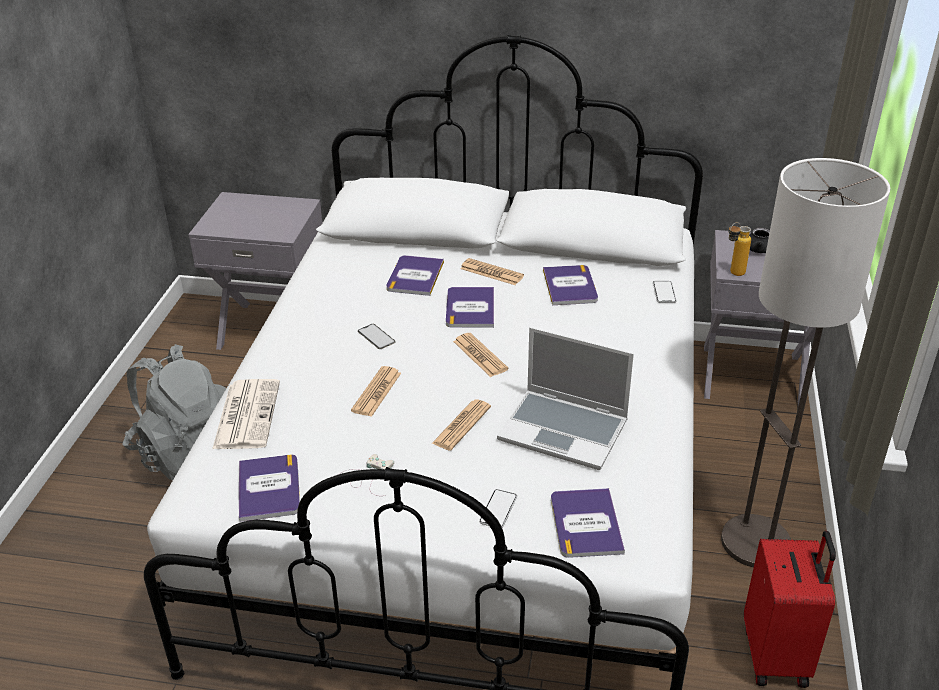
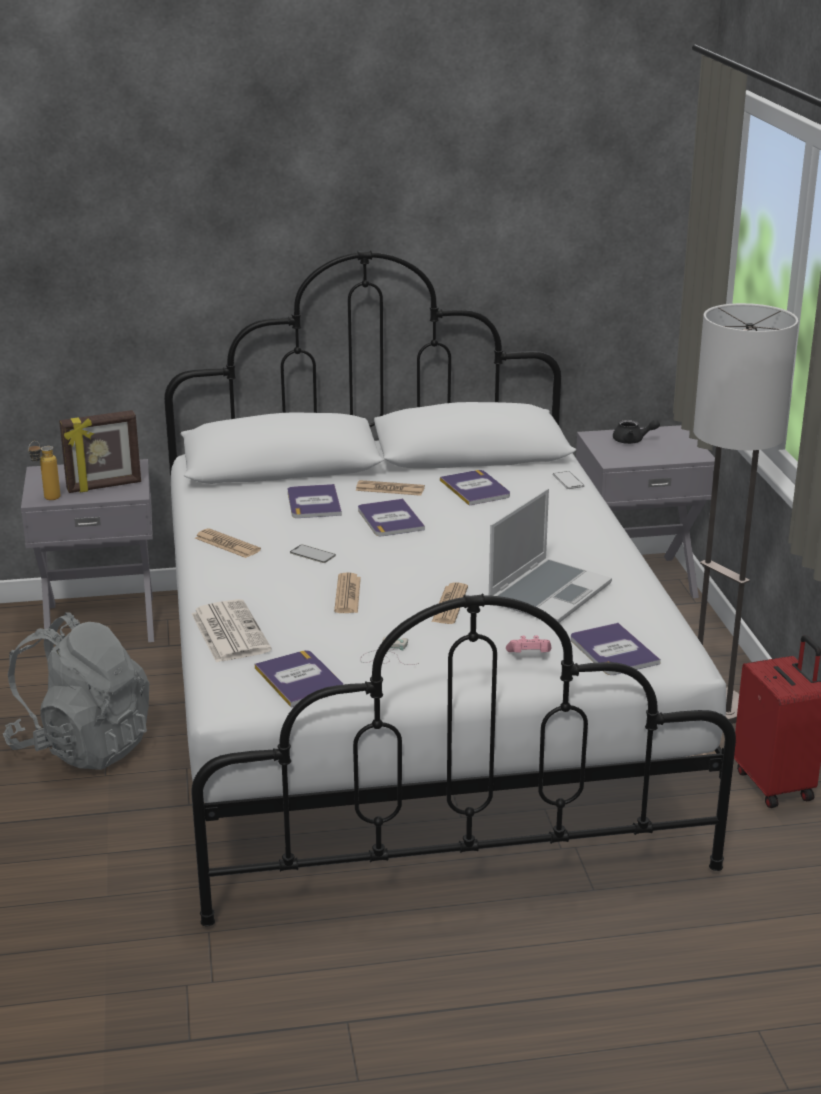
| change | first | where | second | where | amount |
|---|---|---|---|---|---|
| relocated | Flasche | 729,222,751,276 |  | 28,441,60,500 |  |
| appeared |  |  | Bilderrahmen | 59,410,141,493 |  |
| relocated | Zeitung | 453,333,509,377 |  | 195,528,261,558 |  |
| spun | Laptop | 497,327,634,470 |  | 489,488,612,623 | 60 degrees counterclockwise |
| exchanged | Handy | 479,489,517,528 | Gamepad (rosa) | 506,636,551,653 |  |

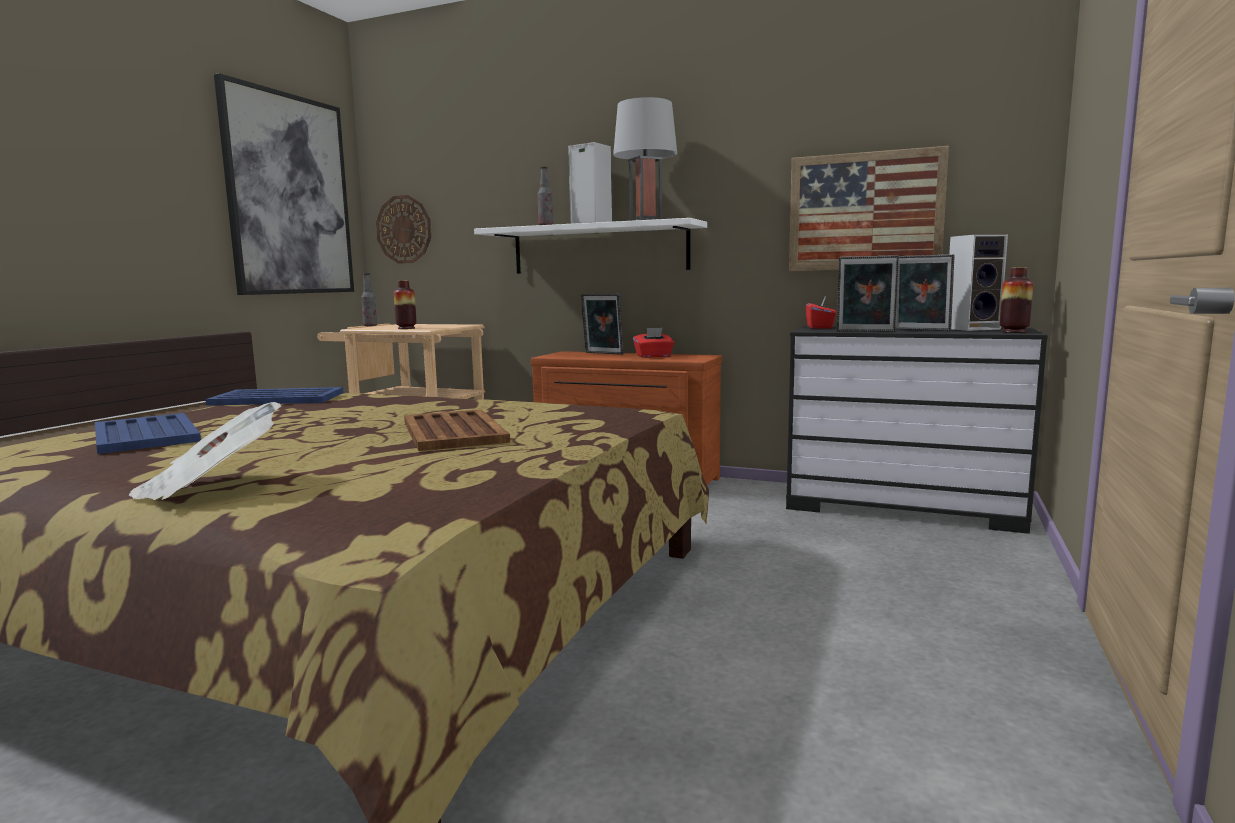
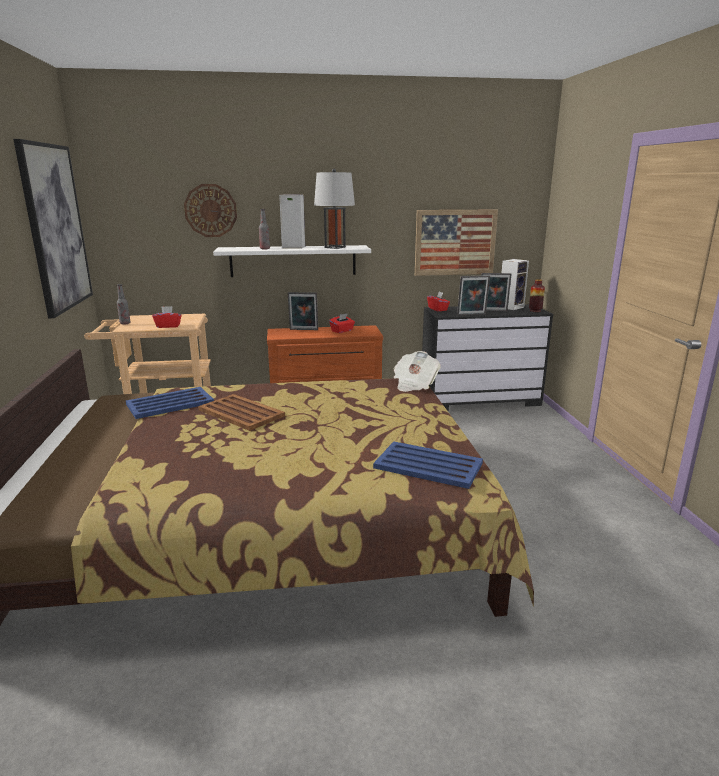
| change | first | where | second | where | amount |
|---|---|---|---|---|---|
| exchanged | Vase | 394,280,417,329 | Taschentuchbox (rot) | 152,306,182,328 |  |
| relocated | Wanduhr | 376,195,431,264 |  | 184,184,237,237 |  |
| relocated | Tablett (braun) | 404,409,510,451 |  | 198,394,285,431 |  |
| relocated | Tablett (blau) | 95,413,201,454 |  | 373,441,483,489 |  |
| relocated | Zeitung | 129,402,282,500 |  | 393,351,441,392 |  |

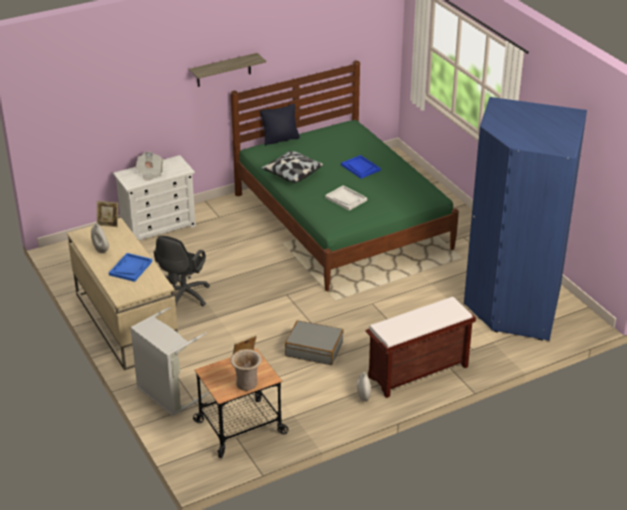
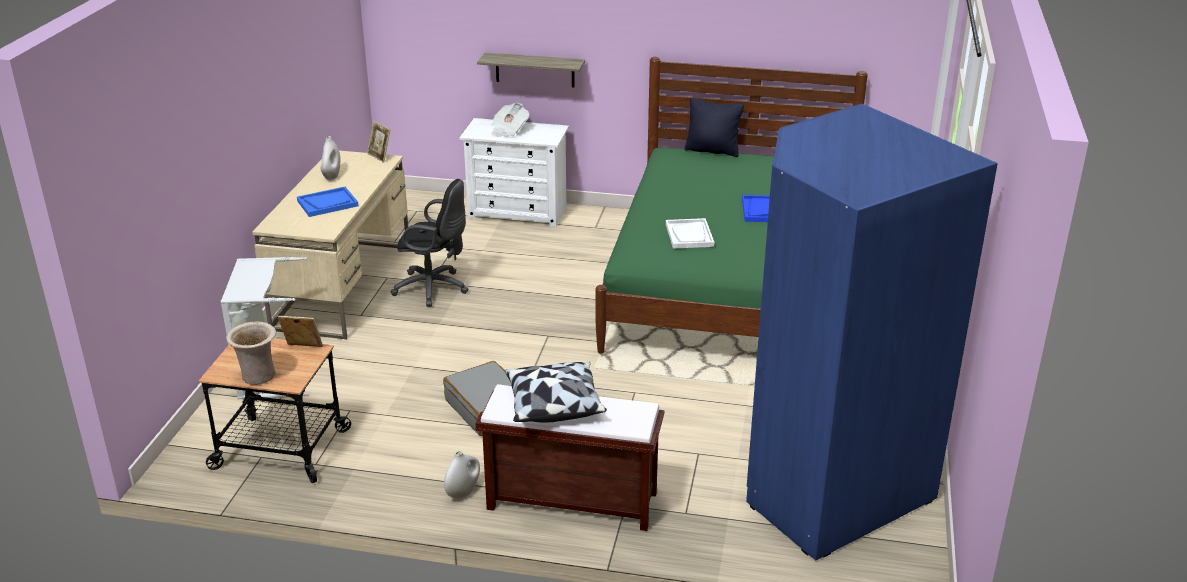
| change | first | where | second | where | amount |
|---|---|---|---|---|---|
| spun | Bürostuhl (schwarz) | 154,236,210,306 |  | 391,179,468,307 | 135 degrees counterclockwise |
| relocated | Wandregal | 189,53,266,87 |  | 477,52,585,87 |  |
| relocated | Kissen | 261,151,323,183 |  | 505,362,607,422 |  |

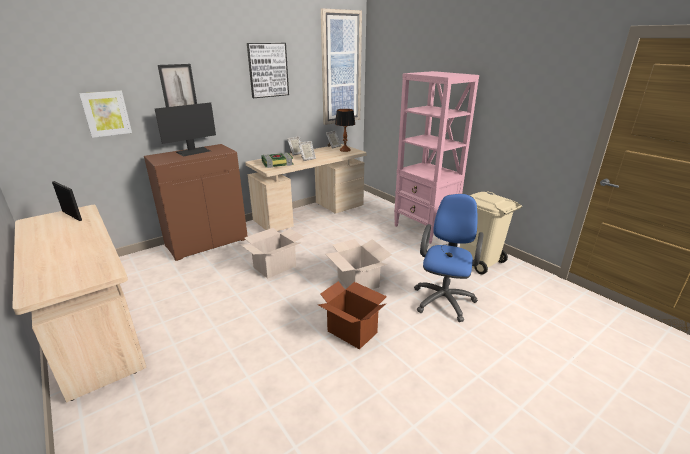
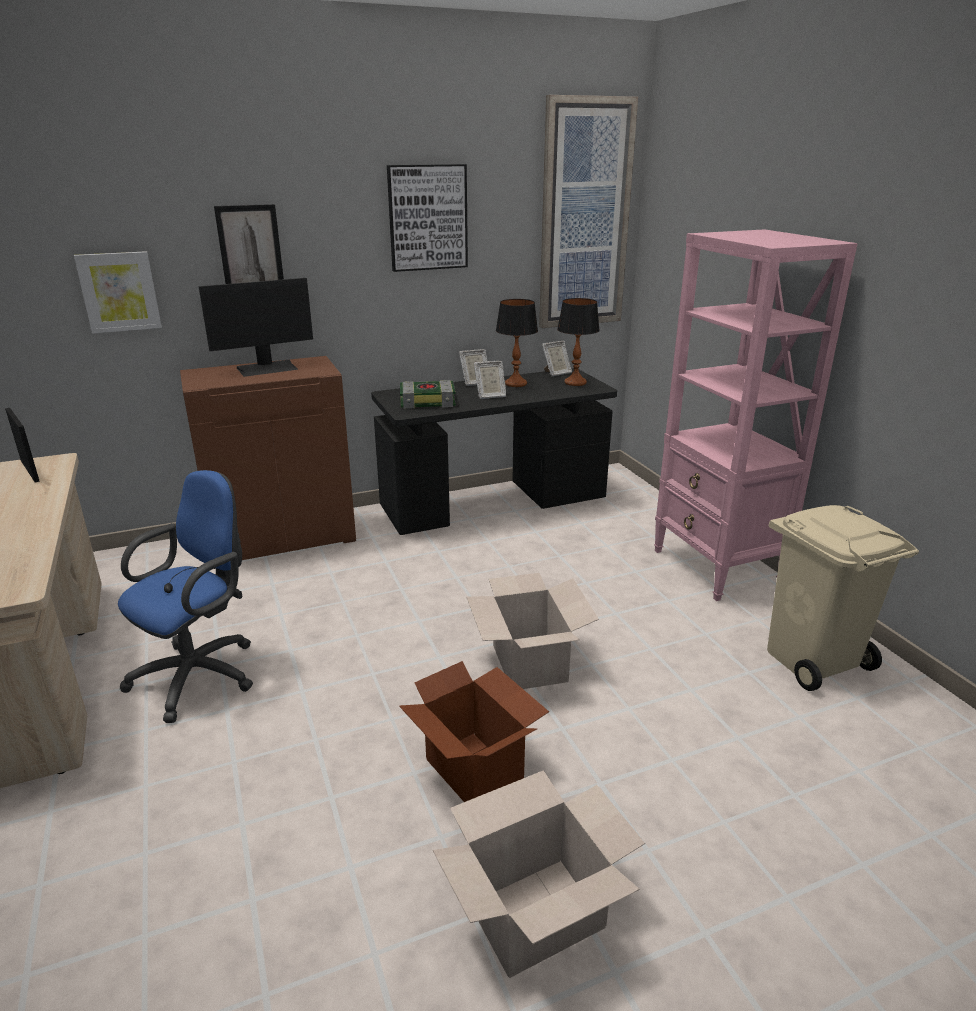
| change | first | where | second | where | amount |
|---|---|---|---|---|---|
| relocated | Bürostuhl (blau) | 414,194,484,322 |  | 118,470,253,723 |  |
| colour | Schreibtisch (beige) | 245,144,367,231 | Schreibtisch (schwarz) | 371,368,617,535 |  |
| relocated | Karton | 240,228,304,278 |  | 433,770,645,978 |  |
| appeared |  |  | Tischlampe | 496,299,538,387 |  |

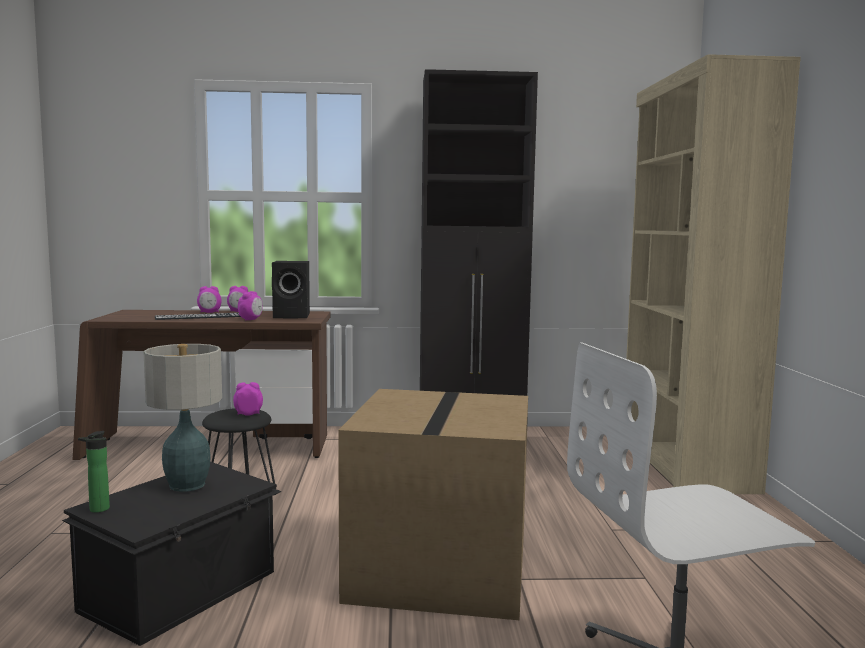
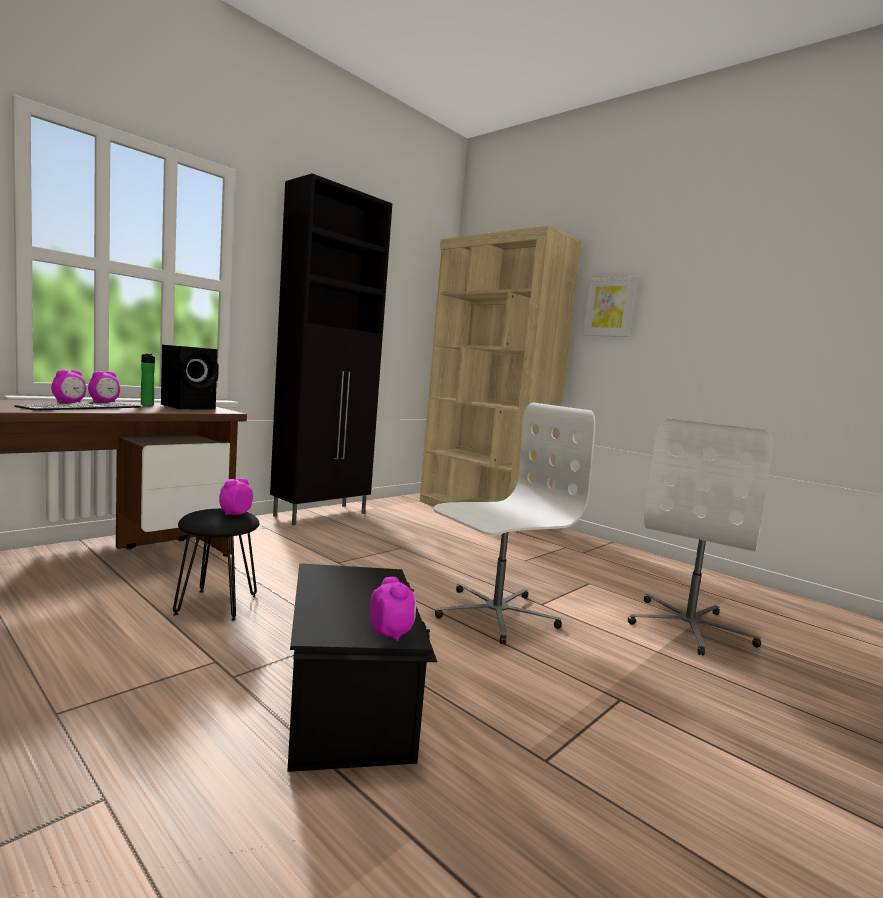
| change | first | where | second | where | amount |
|---|---|---|---|---|---|
| relocated | Flasche | 78,431,110,513 |  | 141,353,155,406 |  |
| relocated | Wecker | 238,291,262,321 |  | 370,577,416,642 |  |
| exchanged | Karton | 338,389,528,620 | Bürostuhl (weiß) | 434,403,595,644 |  |
| appeared |  |  | Bild | 583,277,638,337 |  |
| missing | Tischlampe | 144,344,222,492 |  |  |  |

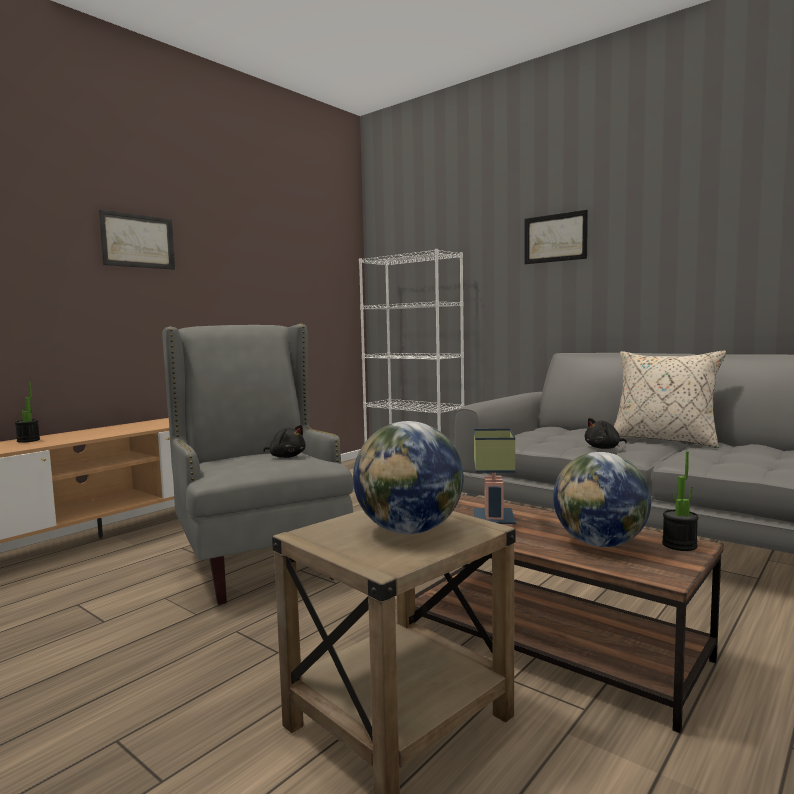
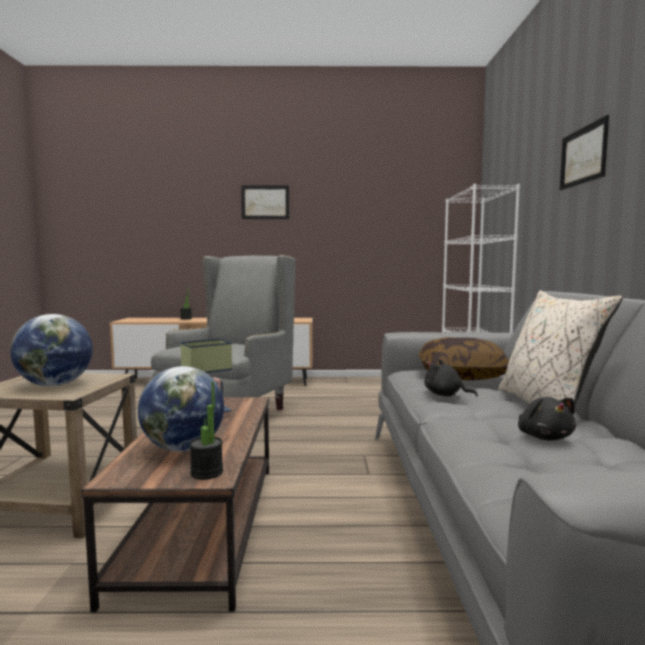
| change | first | where | second | where | amount |
|---|---|---|---|---|---|
| appeared |  |  | Kissen | 418,337,509,380 |  |
| relocated | Plüschtier (schwarz) | 263,425,306,458 |  | 518,397,576,441 |  |

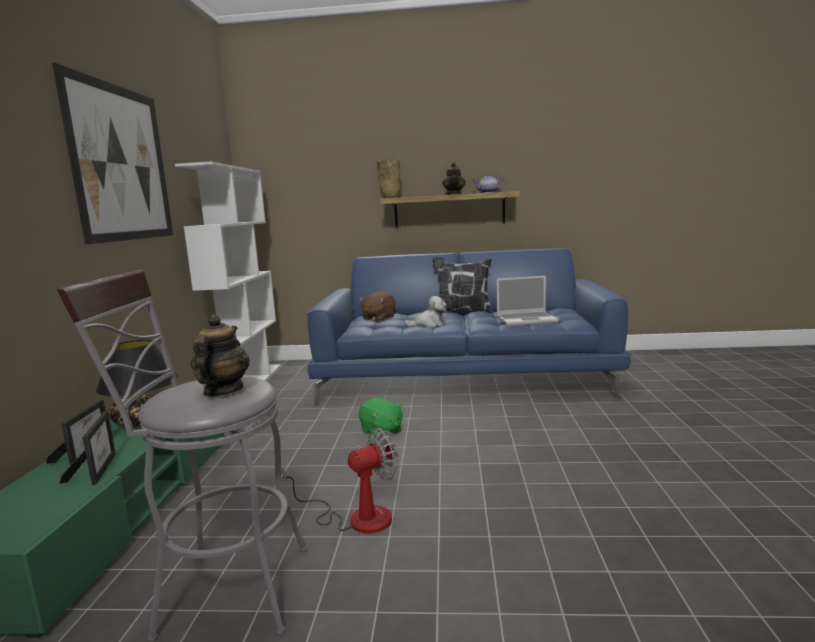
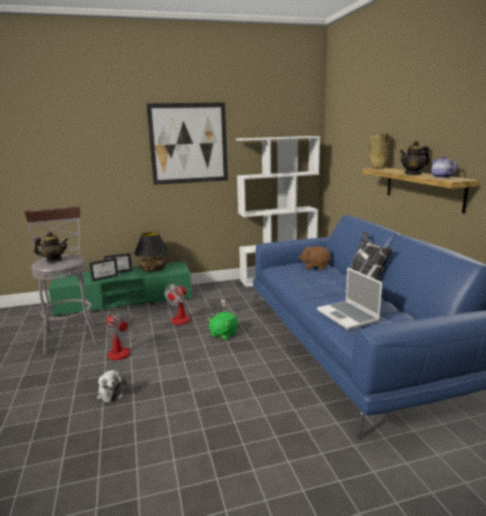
| change | first | where | second | where | amount |
|---|---|---|---|---|---|
| relocated | Plüschtier | 404,296,447,328 |  | 97,370,126,402 |  |
| appeared |  |  | Ventilator | 164,284,225,325 |  |

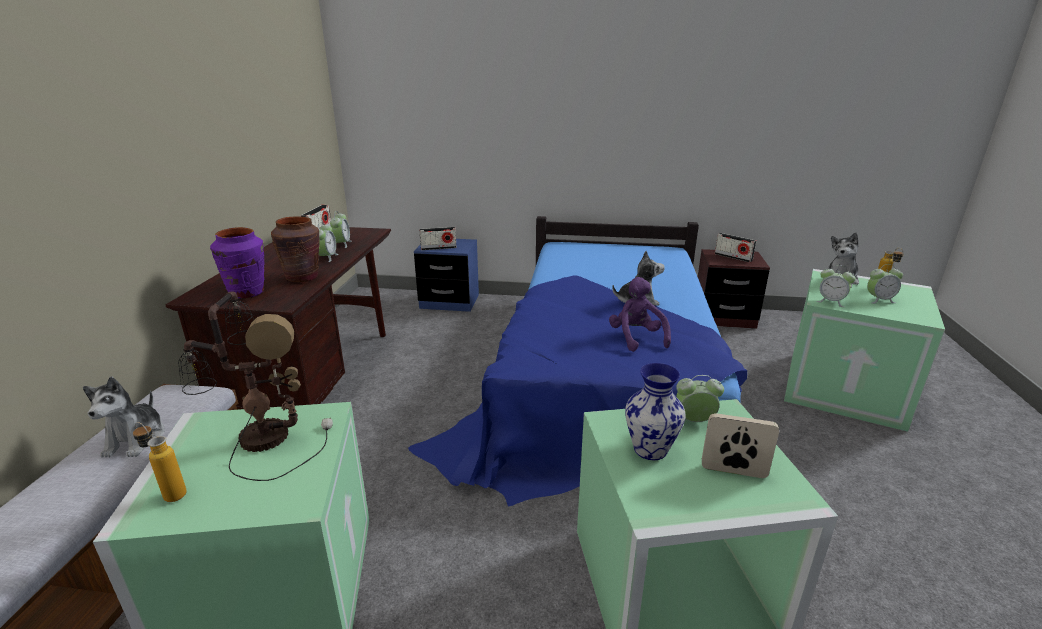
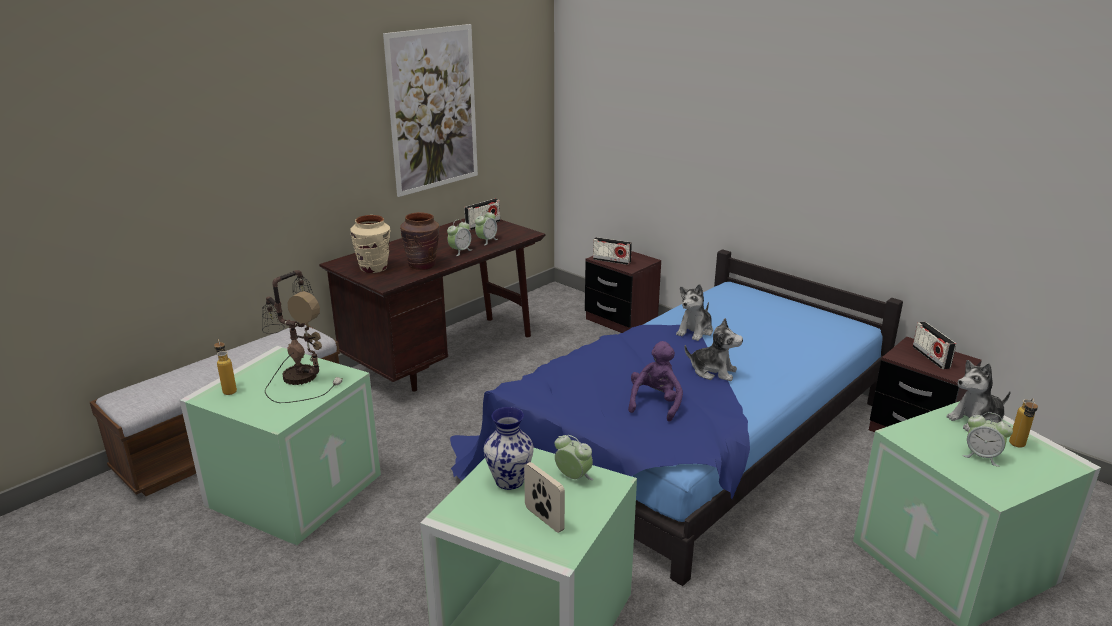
| change | first | where | second | where | amount |
|---|---|---|---|---|---|
| colour | Vase (lila) | 210,227,265,298 | Vase (beige) | 350,215,391,273 |  |
| appeared |  |  | Bild | 383,24,478,197 |  |
| colour | Nachttisch (blau) | 414,239,479,312 | Nachttisch (braun) | 585,251,661,333 |  |
| relocated | Plüschtier | 83,376,165,457 |  | 676,284,713,341 |  |
| missing | Wecker | 816,265,856,307 |  |  |  |

